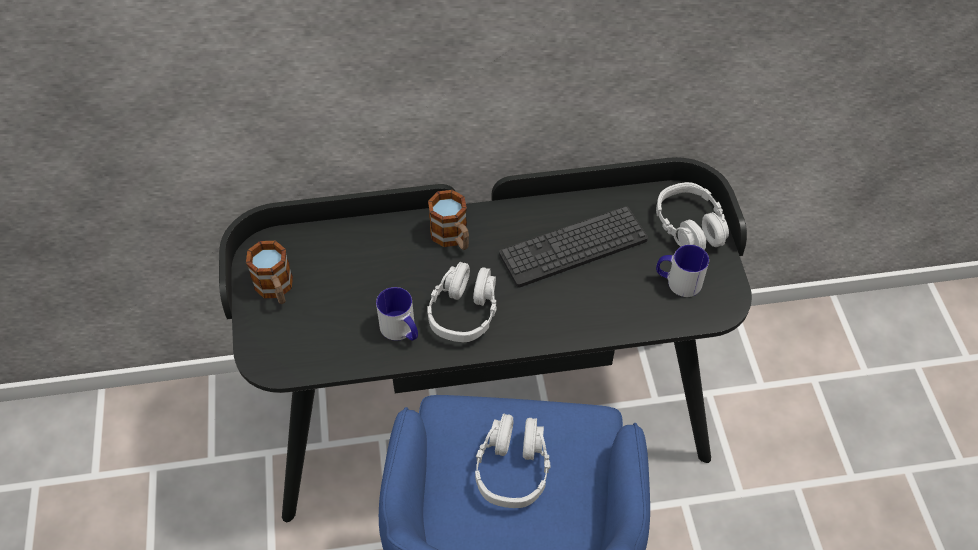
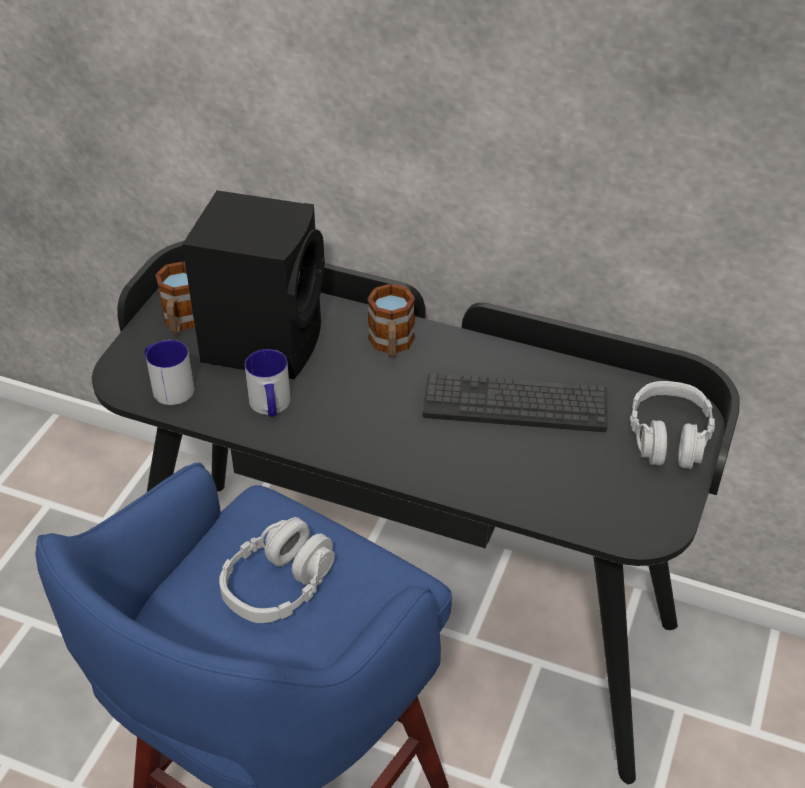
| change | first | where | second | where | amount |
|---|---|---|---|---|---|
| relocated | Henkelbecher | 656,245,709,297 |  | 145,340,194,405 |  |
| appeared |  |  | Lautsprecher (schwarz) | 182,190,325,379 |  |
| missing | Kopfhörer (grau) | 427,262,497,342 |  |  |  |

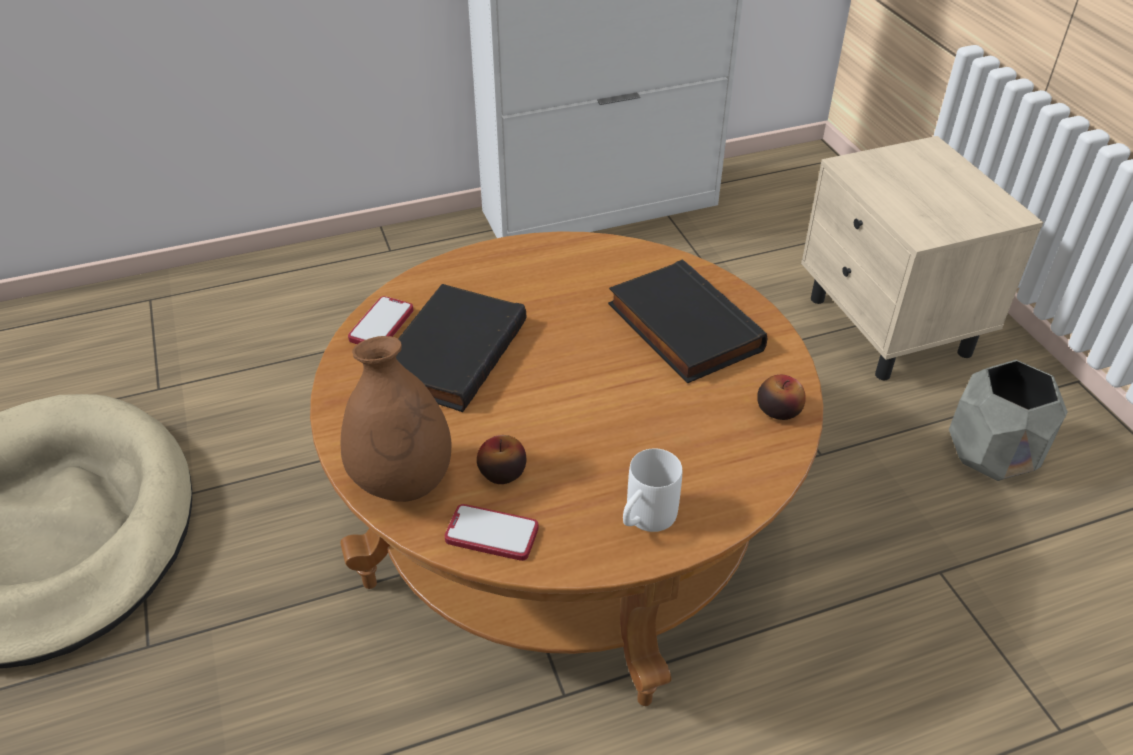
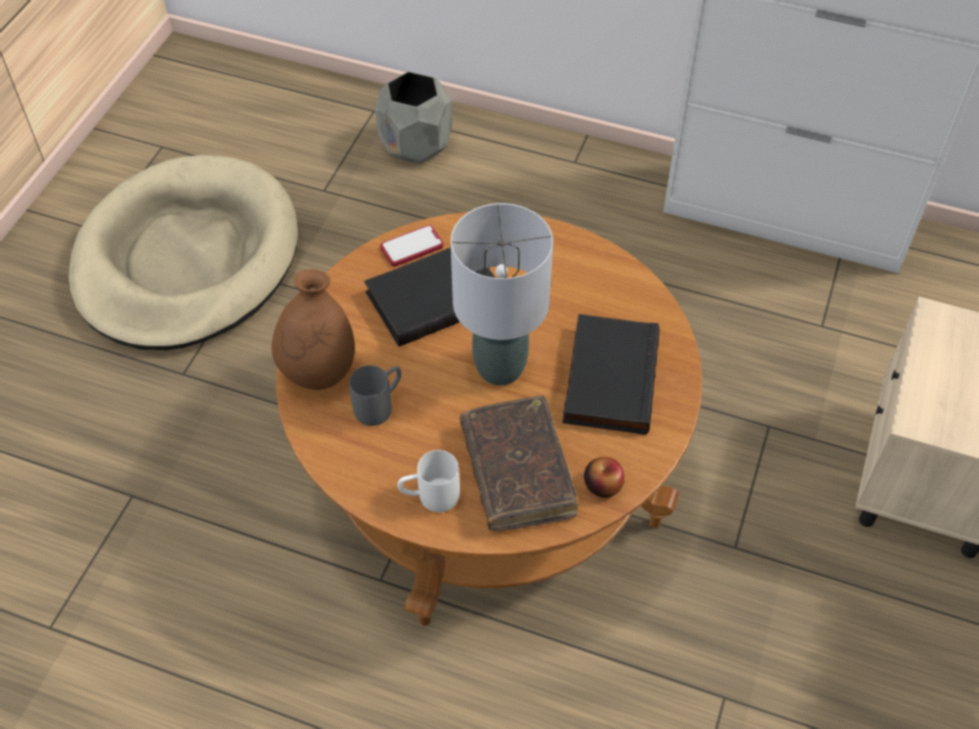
| change | first | where | second | where | amount |
|---|---|---|---|---|---|
| exchanged | Apfel | 477,435,526,484 | Henkelbecher (grau) | 349,365,401,426 |  |
| relocated | Pflanzkübel (grau) | 949,360,1067,481 |  | 375,71,452,164 |  |
| appeared |  |  | Tischlampe (grau) | 451,203,553,385 |  |
| appeared |  |  | Buch (braun) | 460,395,578,531 |  |
| missing | Handy | 445,504,538,561 |  |  |  |

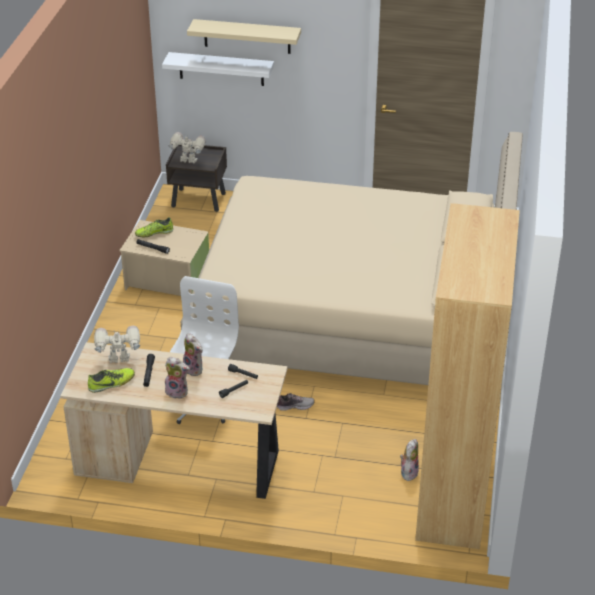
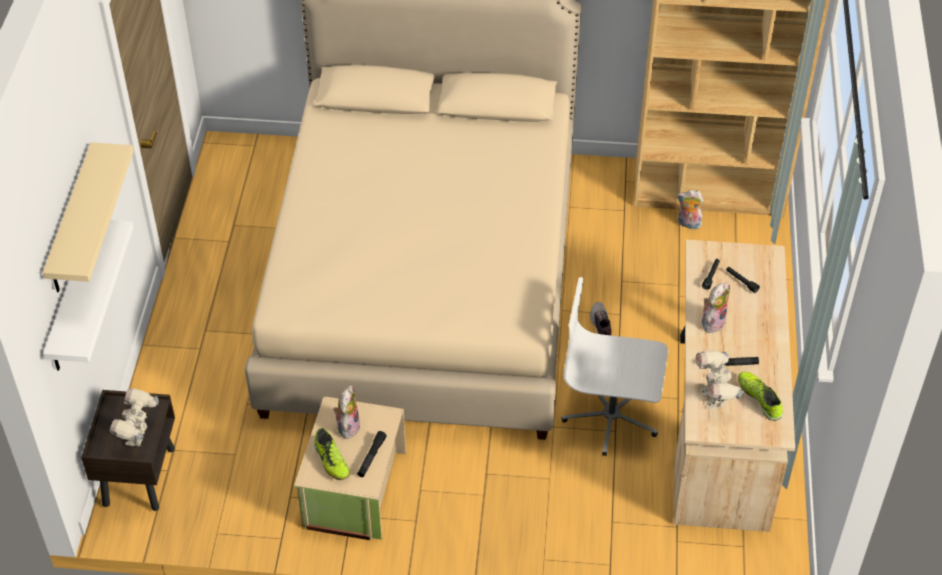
| change | first | where | second | where | amount |
|---|---|---|---|---|---|
| relocated | Plüschtier | 165,357,190,399 |  | 333,385,360,439 |  |

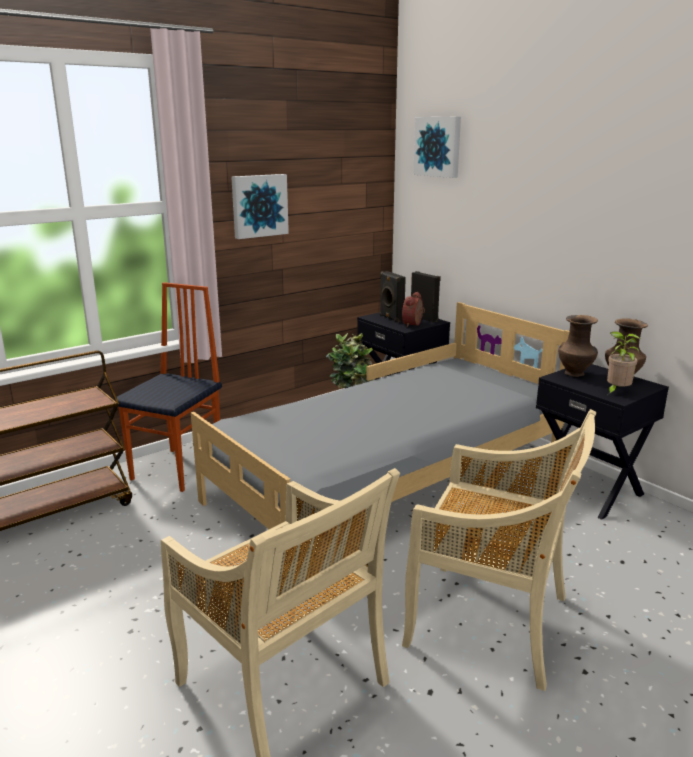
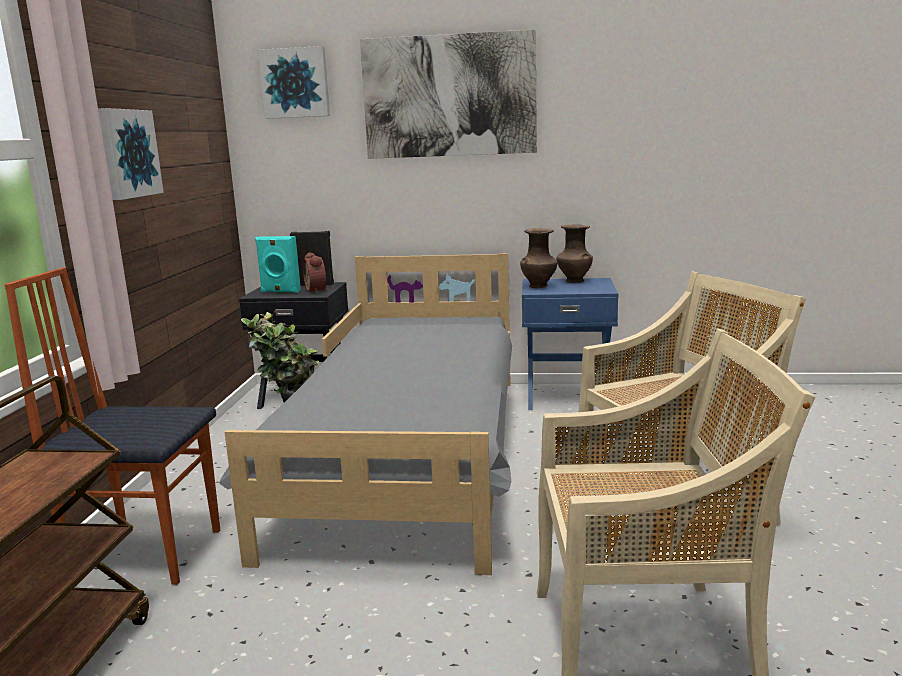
| change | first | where | second | where | amount |
|---|---|---|---|---|---|
| spun | Stuhl | 113,282,222,492 |  | 5,267,220,585 | 60 degrees counterclockwise |
| colour | Lautsprecher (schwarz) | 380,271,406,323 | Lautsprecher (türkis) | 255,236,301,293 |  |
| appeared |  |  | Bild | 360,29,537,159 |  |
| colour | Nachttisch (schwarz) | 536,364,669,520 | Nachttisch (blau) | 522,278,619,410 |  |
| missing | Topfpflanze | 607,331,641,394 |  |  |  |

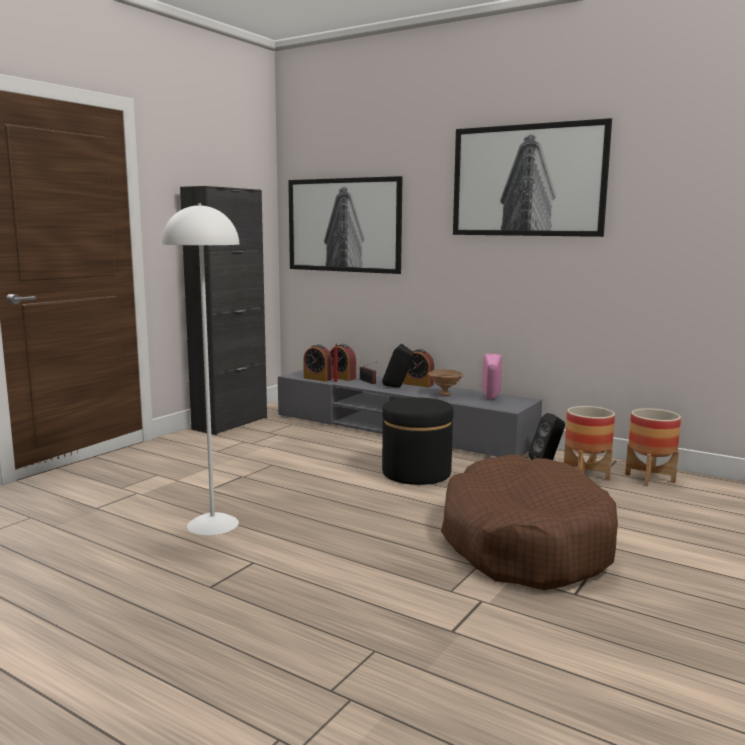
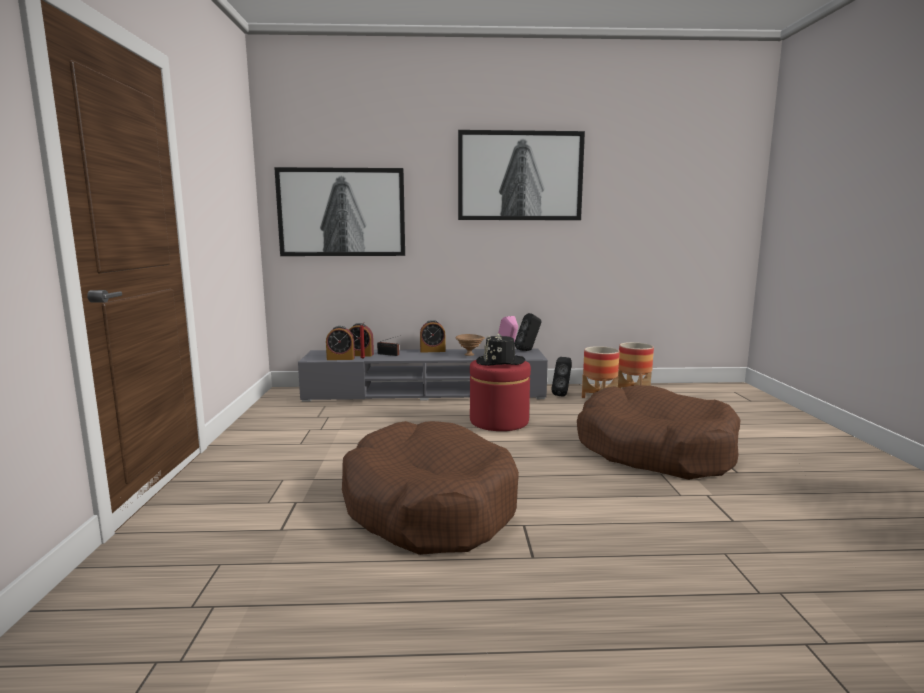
| change | first | where | second | where | amount |
|---|---|---|---|---|---|
| exchanged | Stehlampe (weiß) | 162,203,239,535 | Hundebett (braun) | 342,421,519,555 |  |
| colour | Polsterhocker (schwarz) | 382,397,454,485 | Polsterhocker (rot) | 470,360,531,431 |  |
| appeared |  |  | Hut (schwarz) | 476,333,525,366 |  |
| relocated | Lautsprecher (schwarz) | 382,343,414,387 |  | 514,313,541,351 |  |
| missing | Schrank (schwarz) | 180,186,267,435 |  |  |  |

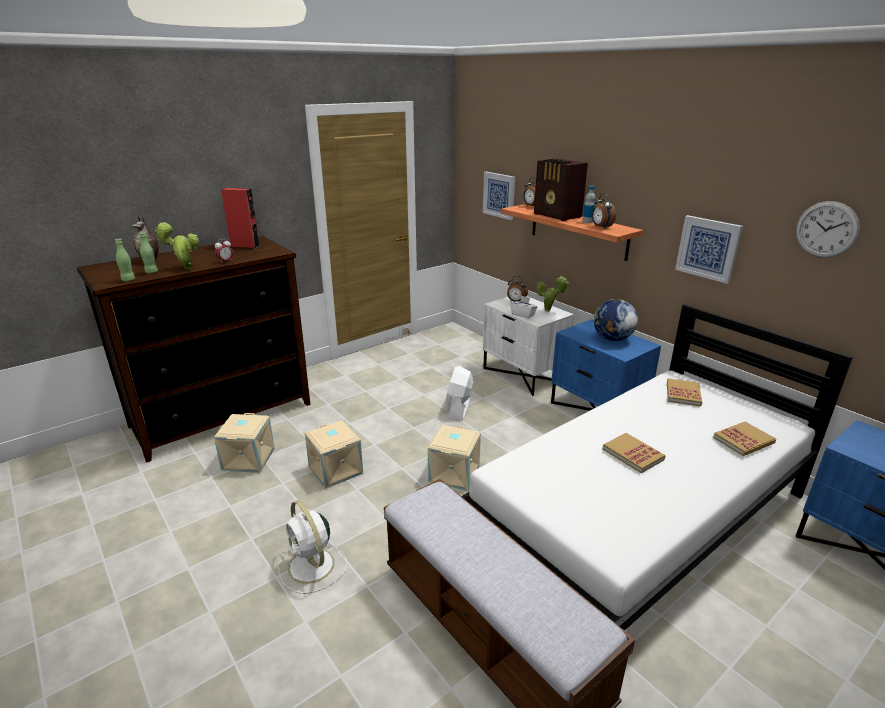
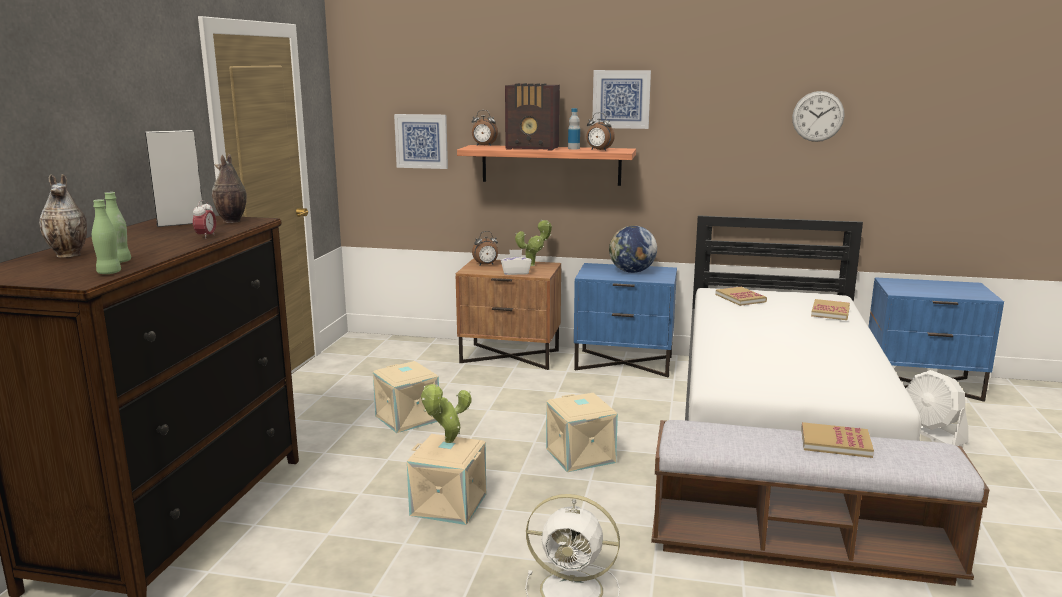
| change | first | where | second | where | amount |
|---|---|---|---|---|---|
| colour | Lautsprecher (rot) | 221,188,260,249 | Lautsprecher (grau) | 145,130,202,227 |  |
| appeared |  |  | Vase | 212,153,247,223 |  |
| relocated | Aufbewahrungsbox (beige) | 214,413,275,473 |  | 373,361,439,433 |  |
| relocated | Topfpflanze | 155,222,199,269 |  | 421,384,472,443 |  |
| colour | Nachttisch (weiß) | 483,296,574,396 | Nachttisch (braun) | 456,259,561,370 |  |
| relocated | Bild | 675,215,743,284 |  | 592,70,651,129 |  |
| relocated | Buch | 603,433,666,473 |  | 801,422,874,458 |  |
| relocated | Ventilator (weiß) | 446,366,474,420 |  | 906,370,968,446 |  |

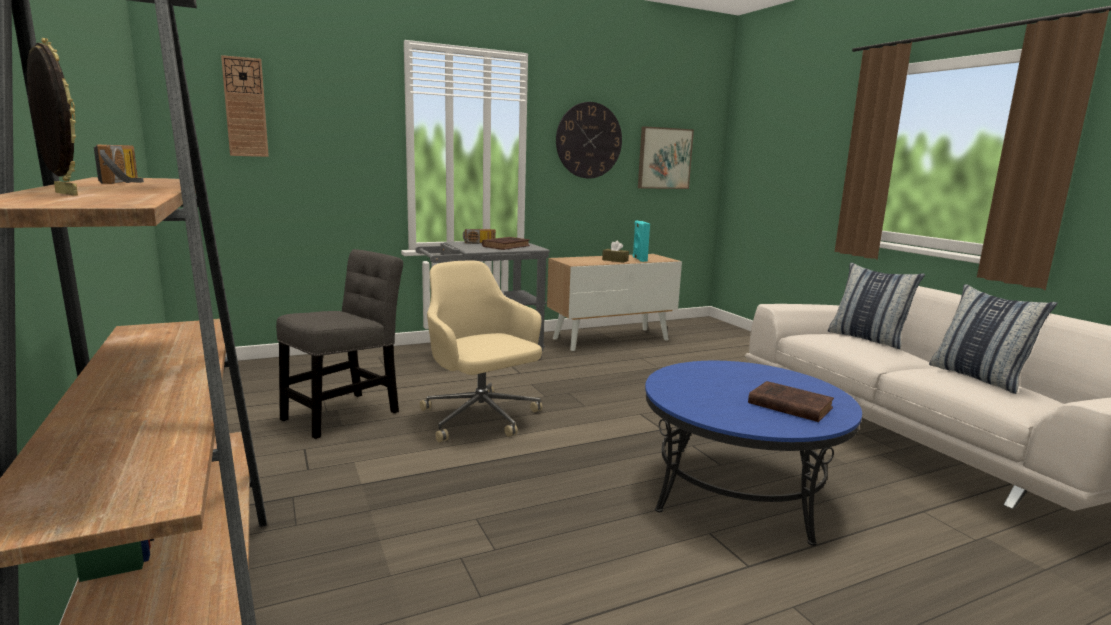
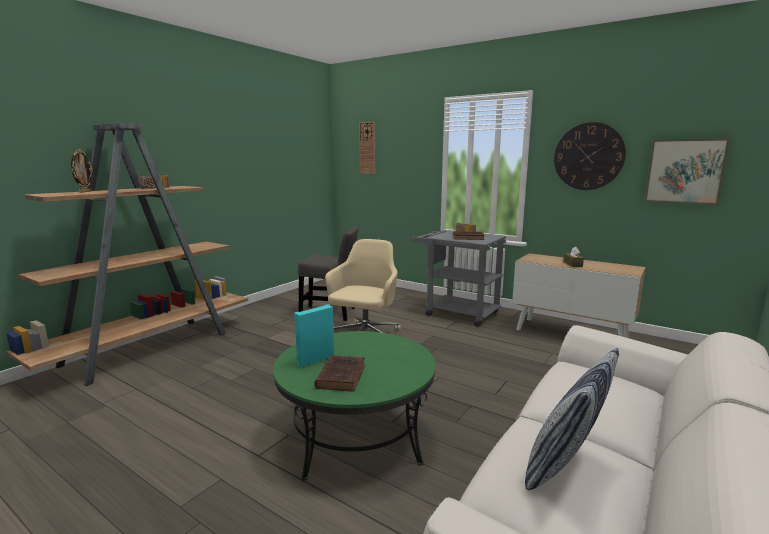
| change | first | where | second | where | amount |
|---|---|---|---|---|---|
| colour | Couchtisch (blau) | 645,361,862,546 | Couchtisch (grün) | 273,331,436,480 |  |
| relocated | Lautsprecher (türkis) | 633,220,650,262 |  | 294,304,334,367 |  |
| missing | Kissen | 828,262,925,349 |  |  |  |

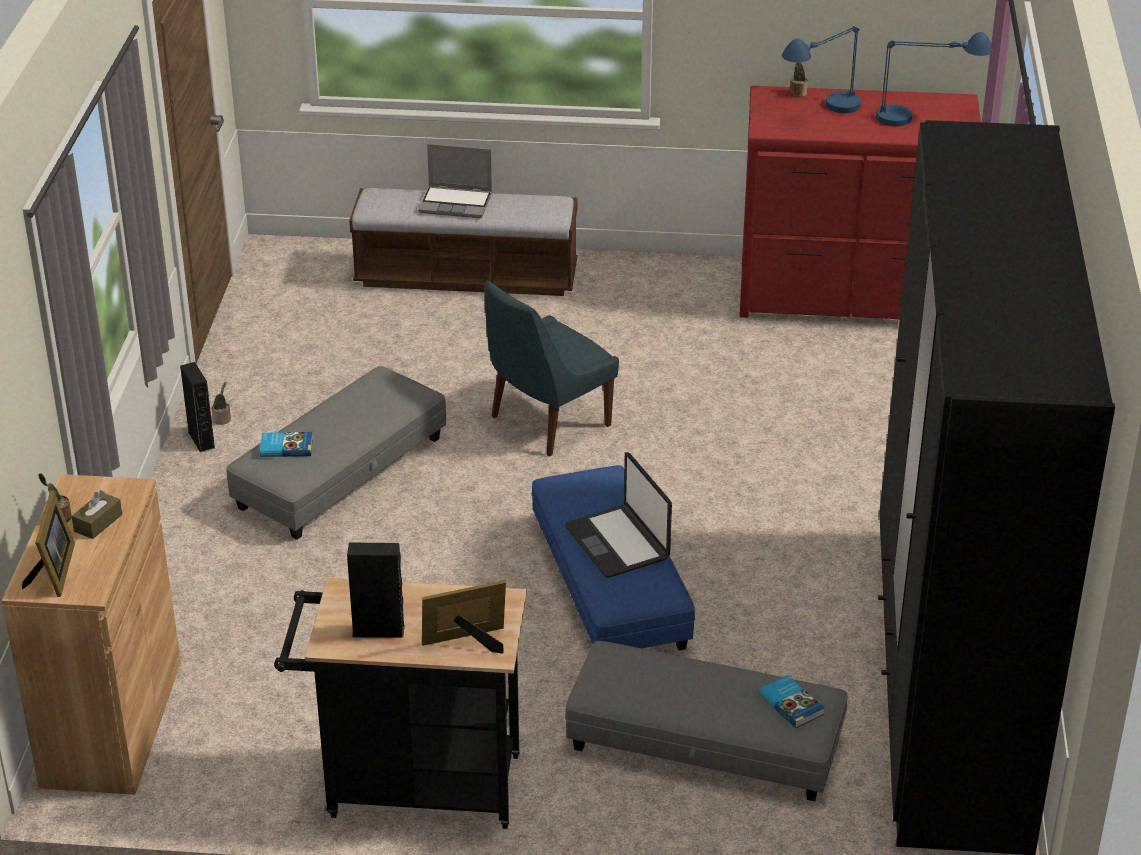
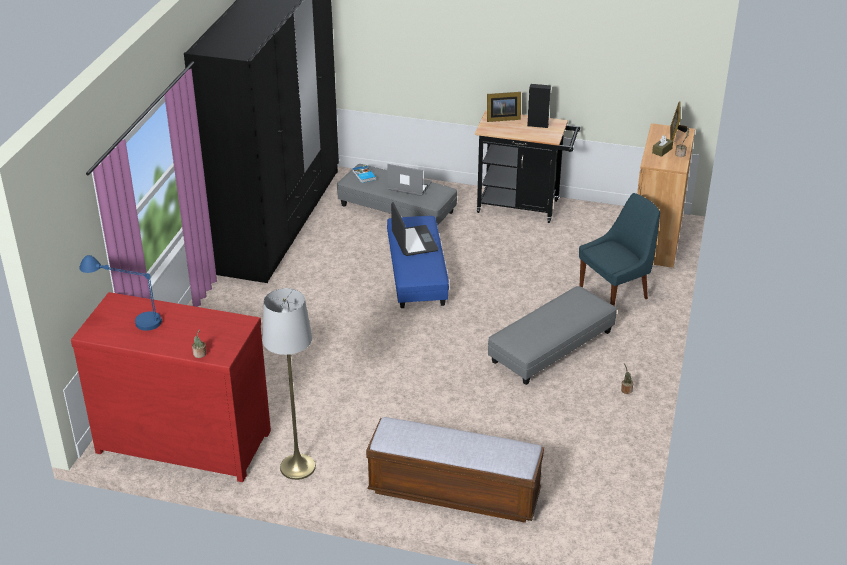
| change | first | where | second | where | amount |
|---|---|---|---|---|---|
| appeared |  |  | Stehlampe (grau) | 263,288,316,480 |  |
| relocated | Laptop | 418,144,492,218 |  | 388,164,432,196 |  |
| relocated | Stuhl (blau) | 484,280,619,456 |  | 579,193,660,306 |  |
| missing | Lautsprecher (schwarz) | 180,362,215,453 |  |  |  |
| missing | Buch | 260,432,313,457 |  |  |  |
| missing | Tischlampe (blau) | 782,26,861,113 |  |  |  |

